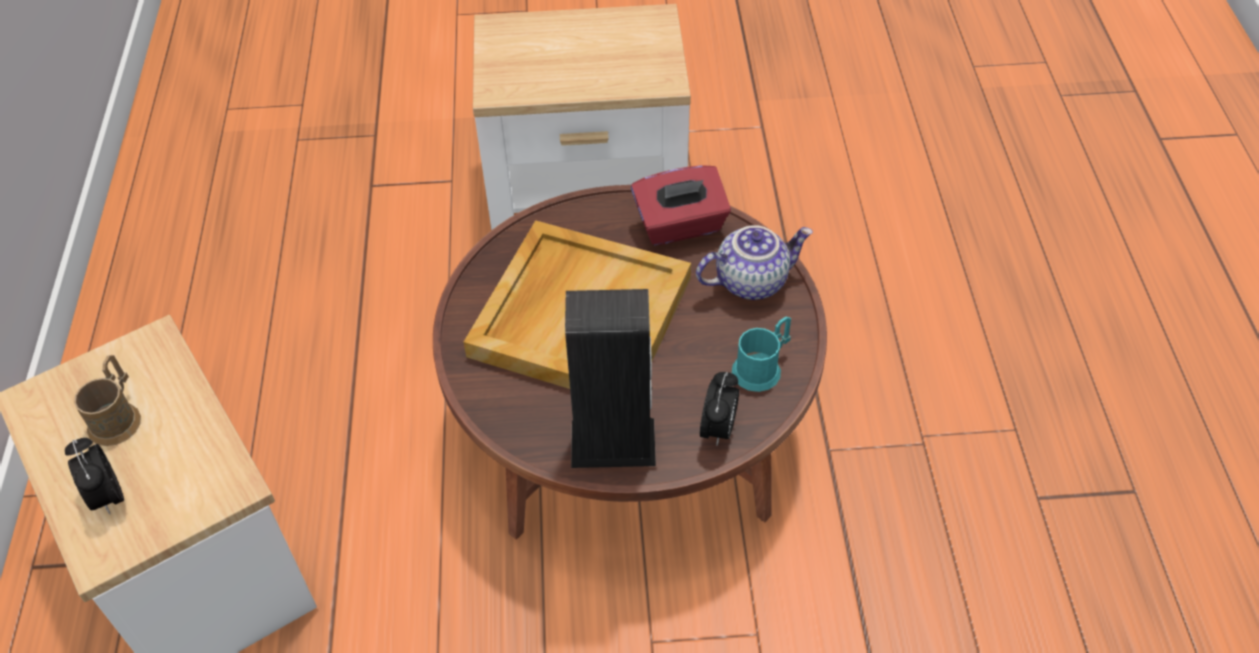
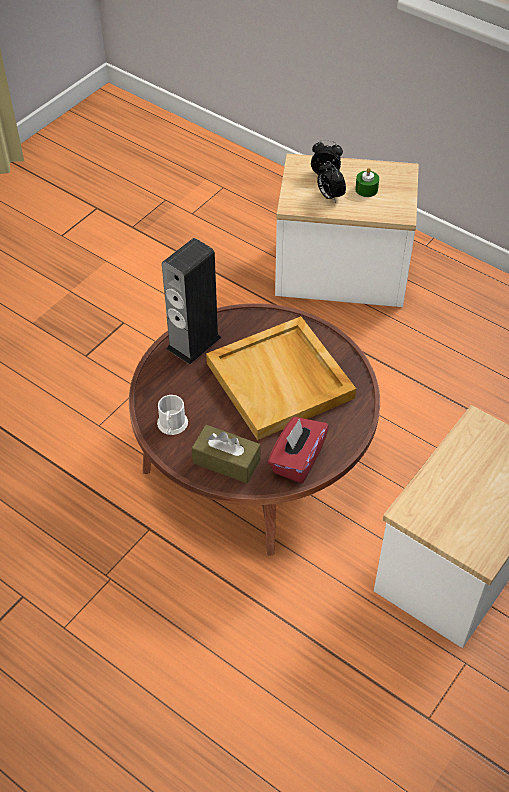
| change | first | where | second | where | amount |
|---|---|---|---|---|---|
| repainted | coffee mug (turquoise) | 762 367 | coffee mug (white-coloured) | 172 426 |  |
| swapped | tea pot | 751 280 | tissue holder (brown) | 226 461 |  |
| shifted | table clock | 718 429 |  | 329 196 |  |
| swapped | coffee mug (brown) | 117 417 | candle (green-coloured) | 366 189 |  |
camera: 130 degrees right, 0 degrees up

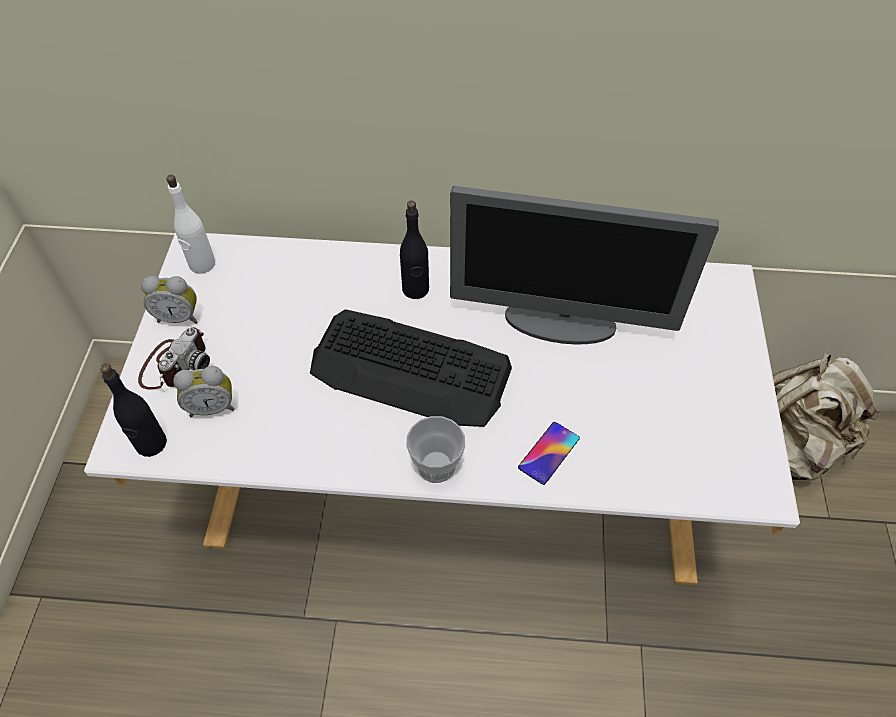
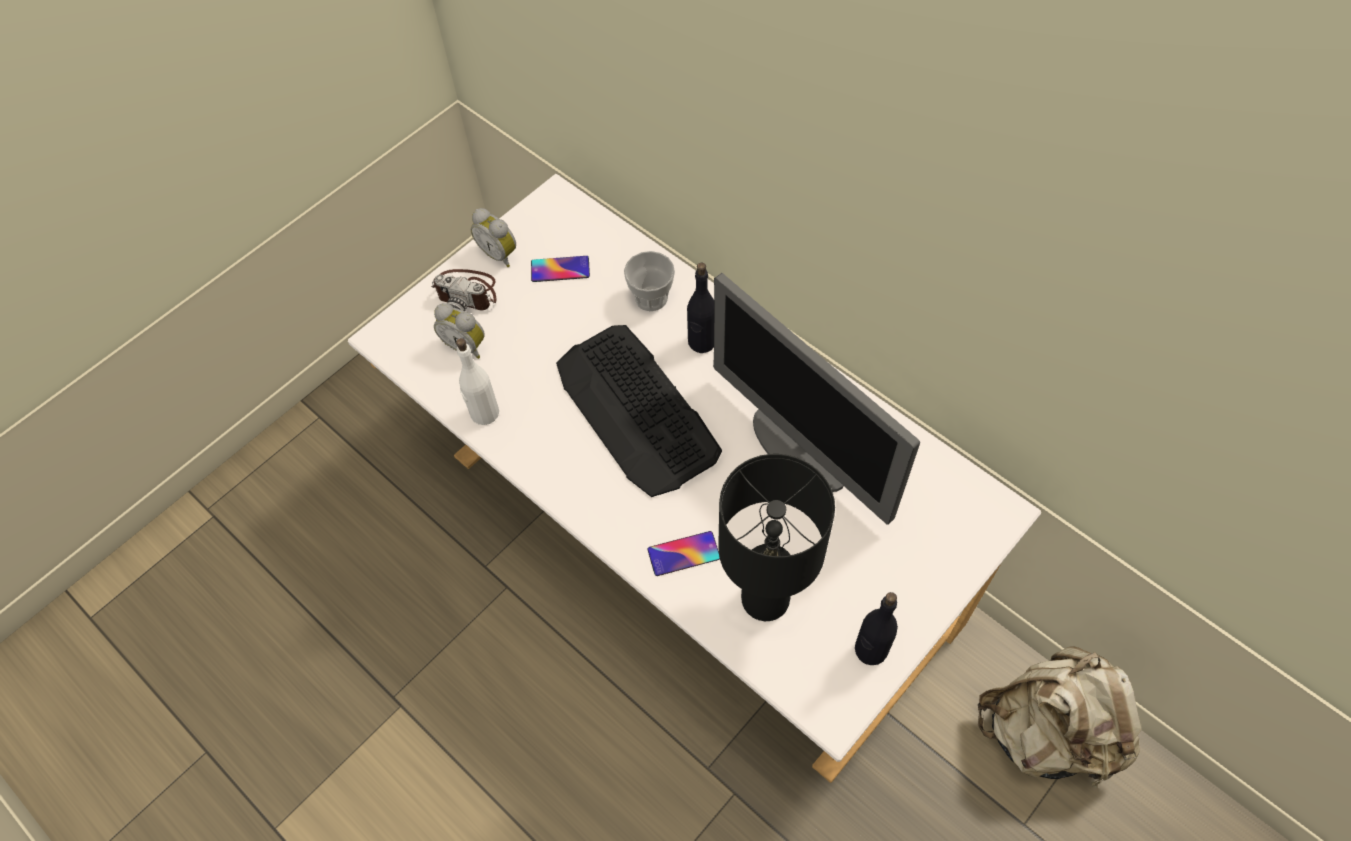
| change | first | where | second | where | amount |
|---|---|---|---|---|---|
| rotated | photo camera | 175 364 |  | 467 292 | 45 degrees clockwise |
| shifted | drink bottle (white-coloured) | 202 264 |  | 484 413 |  |
| new |  |  | phone | 560 269 |  |
| shifted | drinking cup | 436 466 |  | 651 298 |  |
| new |  |  | tabletop lamp (black) | 763 598 |  |
| shifted | drink bottle (black) | 151 444 |  | 870 650 |  |
camera: 40 degrees right, 5 degrees up

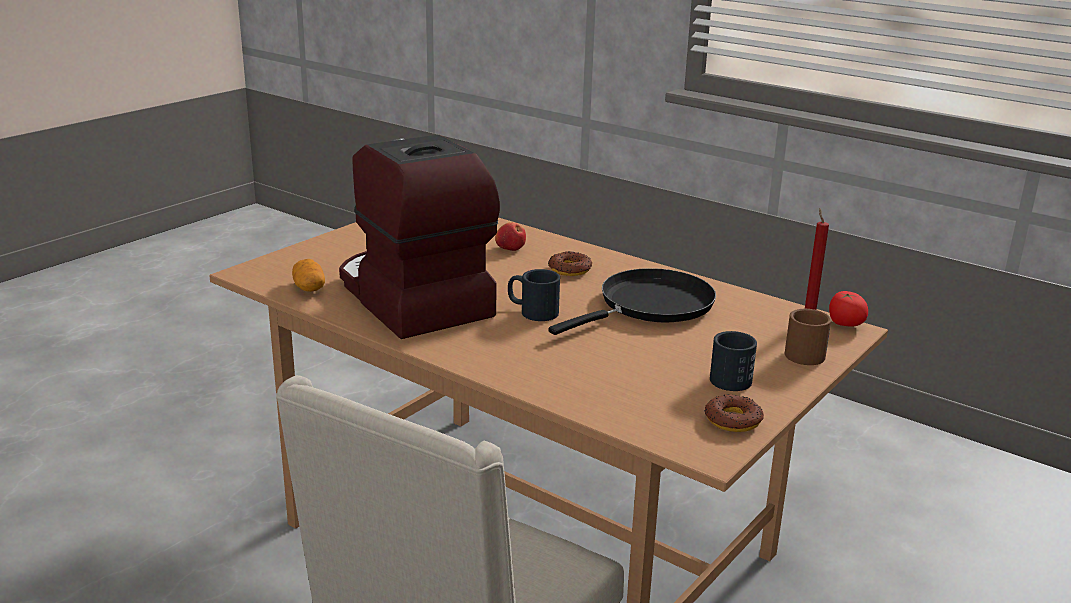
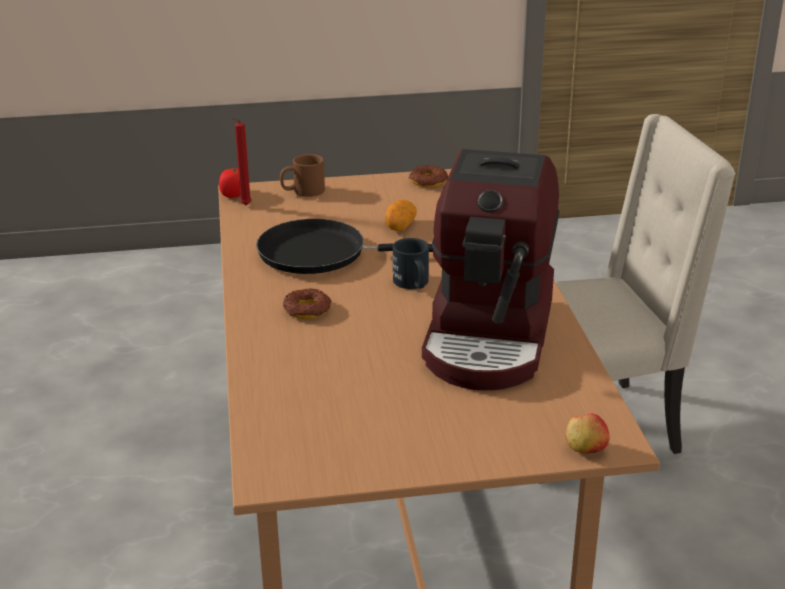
| change | first | where | second | where | amount |
|---|---|---|---|---|---|
| shifted | whole potato | 309 288 |  | 400 226 |  |
| shifted | apple fruit | 510 248 |  | 585 449 |  |
| gone | coffee mug (black) | 734 377 |  |  |  |
camera: 135 degrees left, 5 degrees up

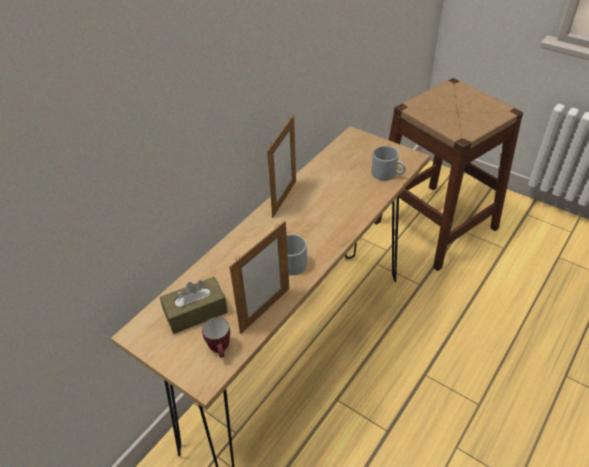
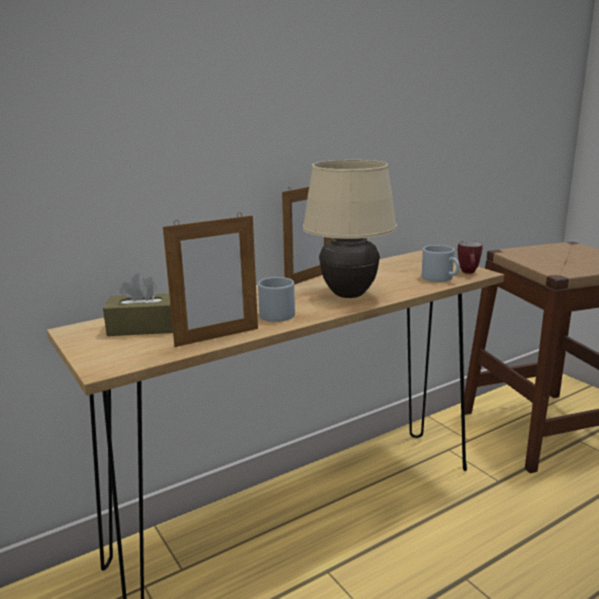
| change | first | where | second | where | amount |
|---|---|---|---|---|---|
| new |  |  | tabletop lamp (beige-coloured) | 348 295 |  |
| shifted | coffee mug | 221 350 |  | 469 273 |  |
camera: 20 degrees right, 25 degrees down

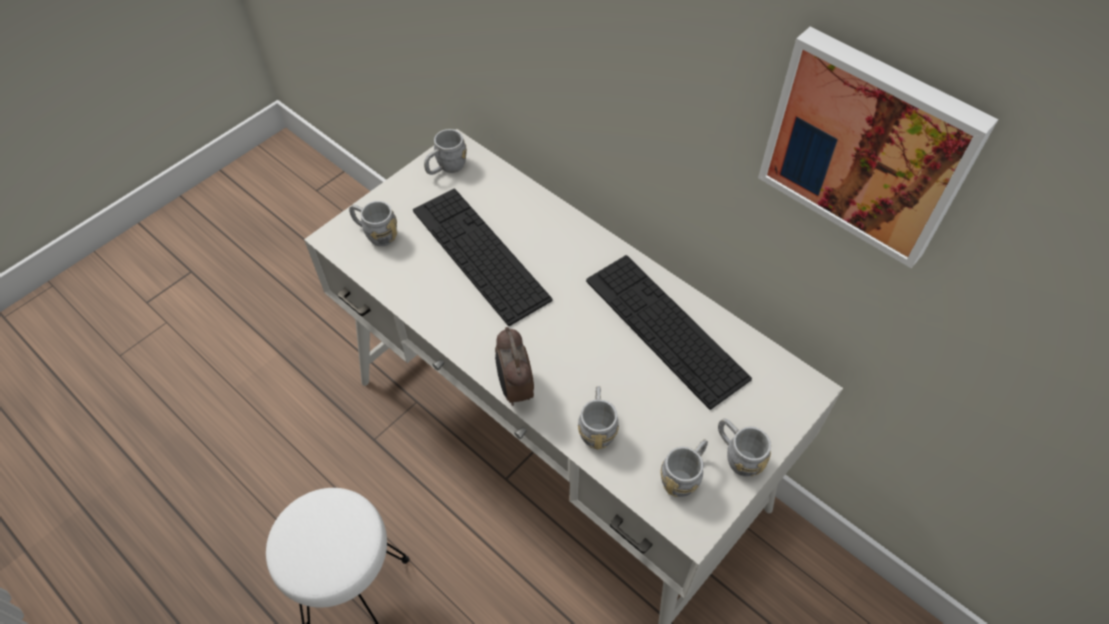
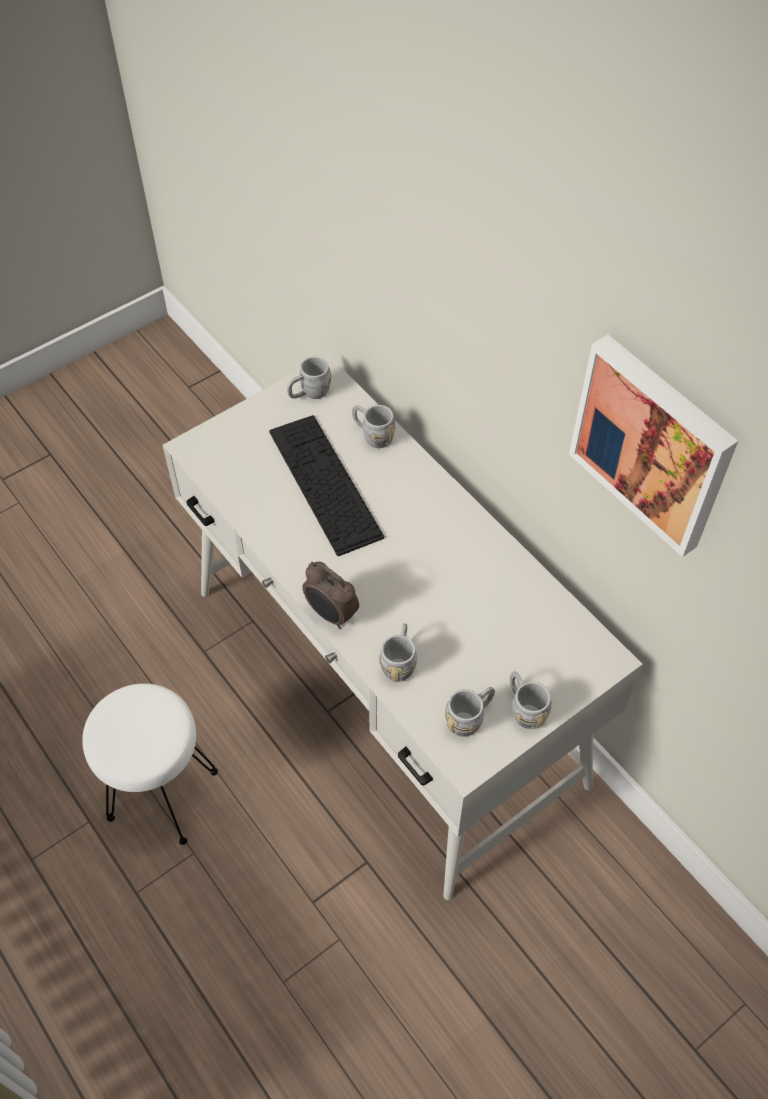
| change | first | where | second | where | amount |
|---|---|---|---|---|---|
| rotated | table clock | 514 388 |  | 331 615 | 45 degrees counterclockwise |
| shifted | coffee mug (greyish) | 376 234 |  | 372 435 |  |
| gone | PC keyboard | 665 328 |  |  |  |
camera: 10 degrees right, 0 degrees up

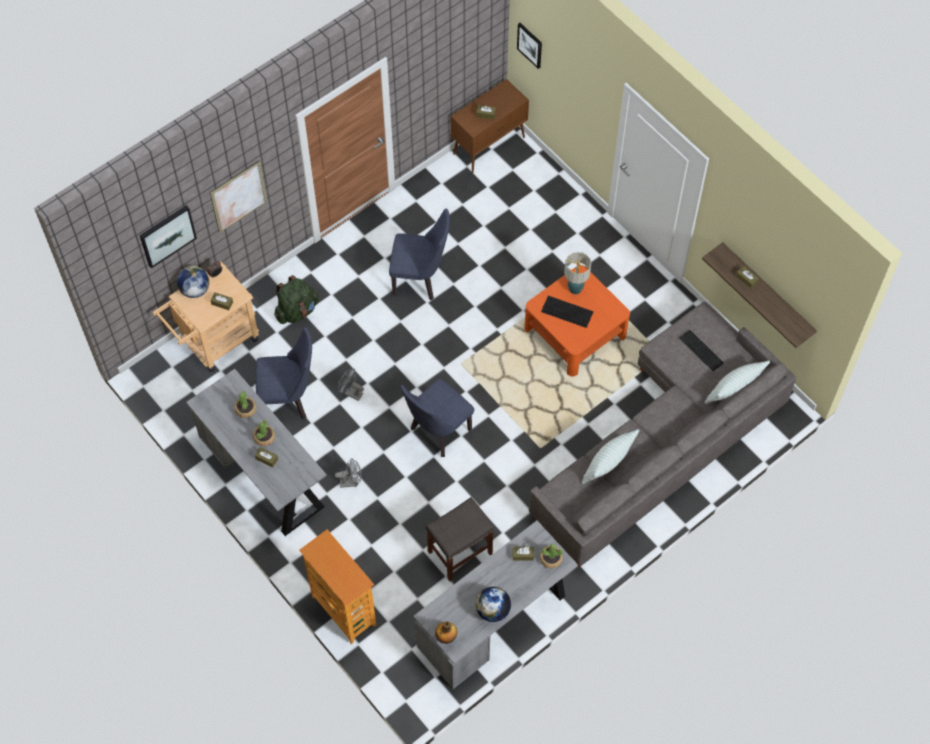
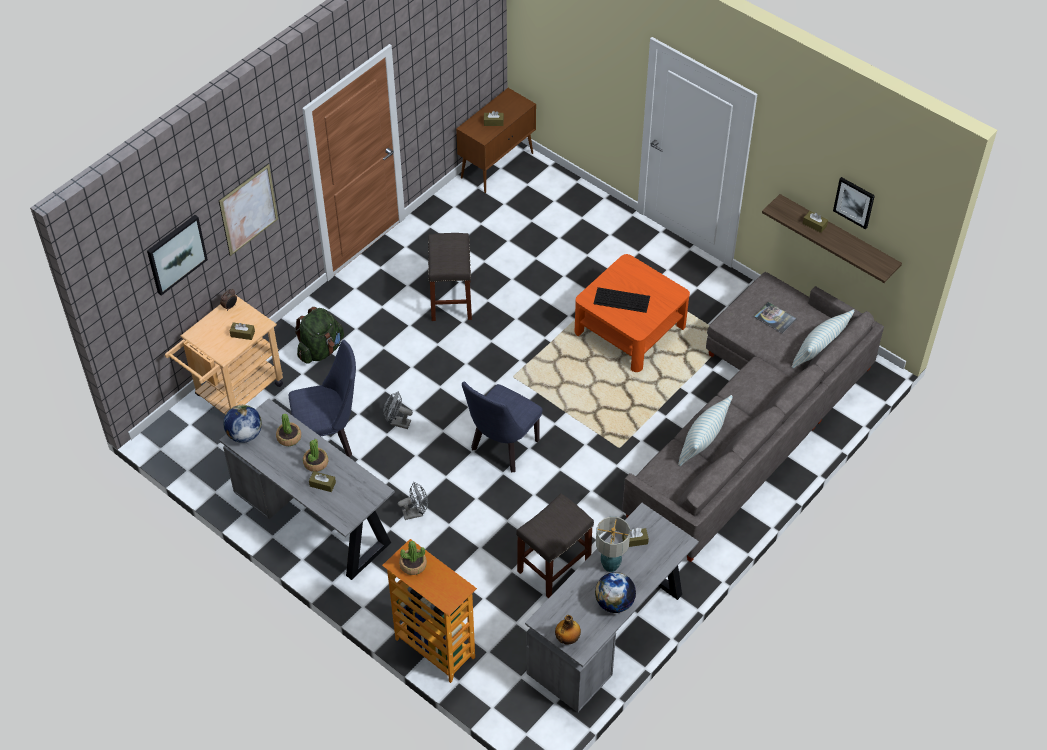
| change | first | where | second | where | amount |
|---|---|---|---|---|---|
| shifted | desk globe | 195 290 |  | 244 434 |  |
| shifted | houseplant | 550 558 |  | 413 565 |  |
| swapped | chair (blue-coloured) | 421 279 | sitting stool (greyish) | 451 301 |  |
| shifted | tabletop lamp | 575 289 |  | 610 565 |  |
| swapped | PC keyboard | 701 351 | volume | 774 318 |  |
| shifted | wall picture | 530 45 |  | 854 202 |  |
camera: 10 degrees left, 10 degrees down

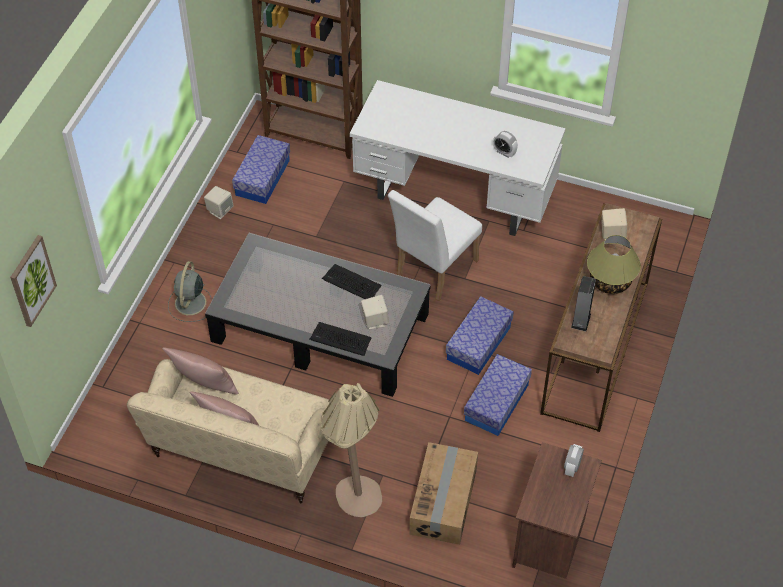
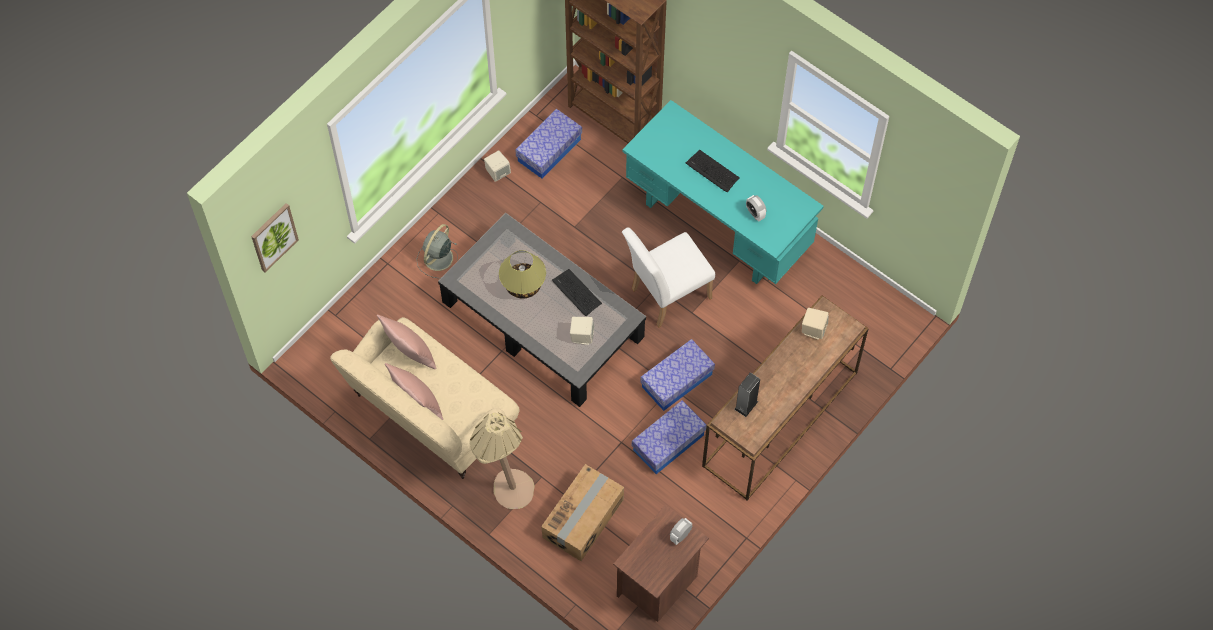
| change | first | where | second | where | amount |
|---|---|---|---|---|---|
| shifted | tabletop lamp | 610 282 |  | 523 285 |  |
| repainted | desk (white-coloured) | 455 196 | desk (turquoise) | 718 226 |  |
| shifted | PC keyboard | 340 339 |  | 712 171 |  |
camera: 20 degrees right, 10 degrees up

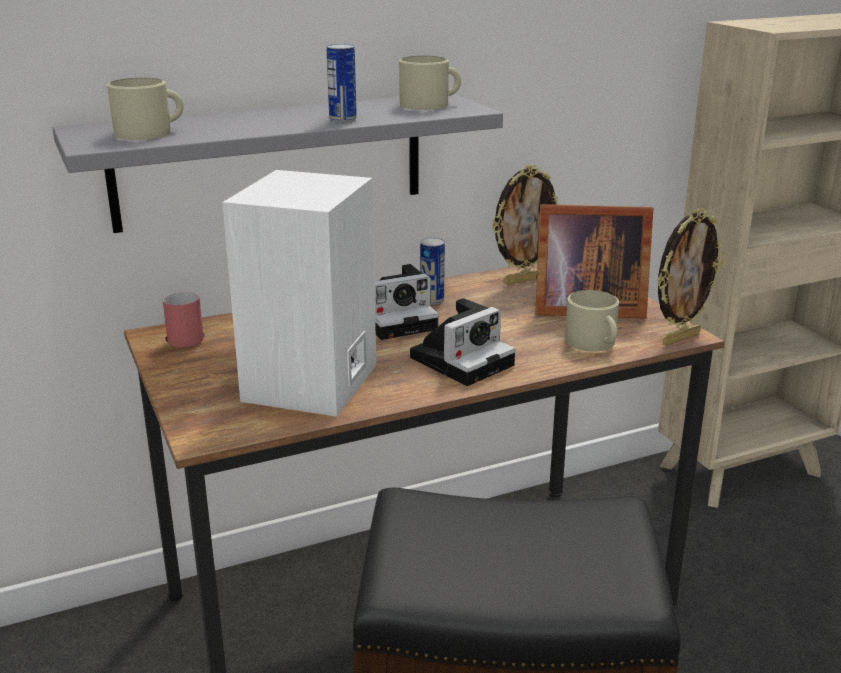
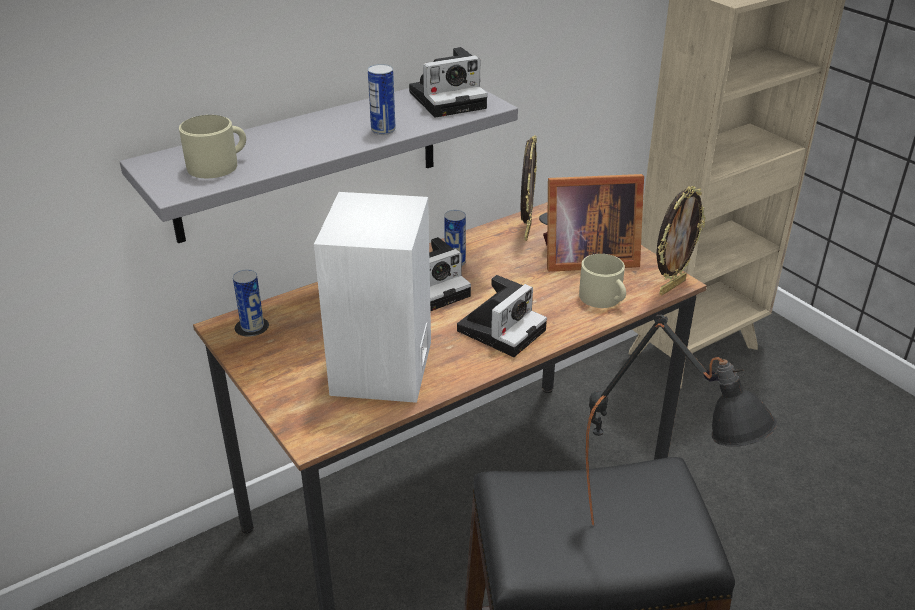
| change | first | where | second | where | amount |
|---|---|---|---|---|---|
| swapped | coffee mug (reddish) | 185 336 | can | 252 326 |  |
| swapped | coffee mug (beige-coloured) | 430 104 | photo camera | 450 99 |  |
| rotated | standing frame | 523 280 |  | 526 231 | 45 degrees counterclockwise |
| new |  |  | tabletop lamp (black) | 654 539 |  |
camera: 10 degrees left, 10 degrees up

